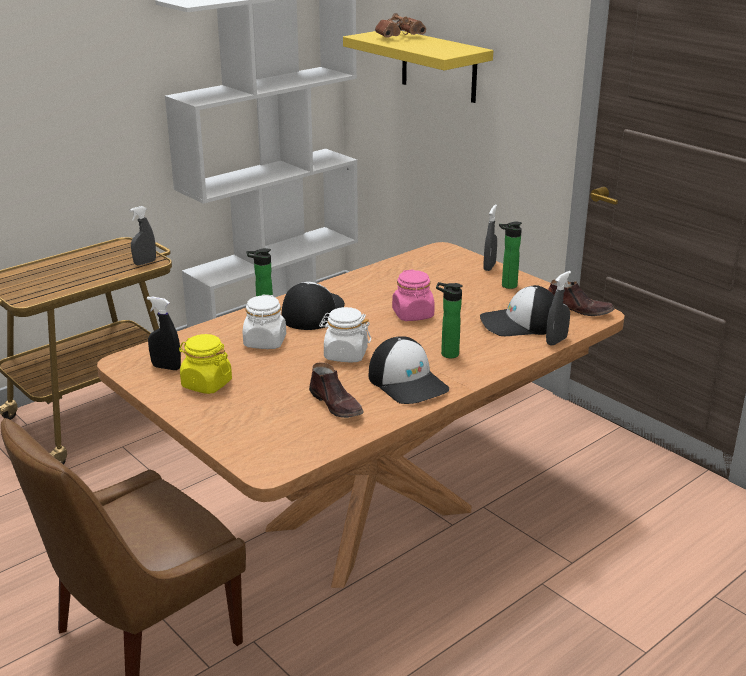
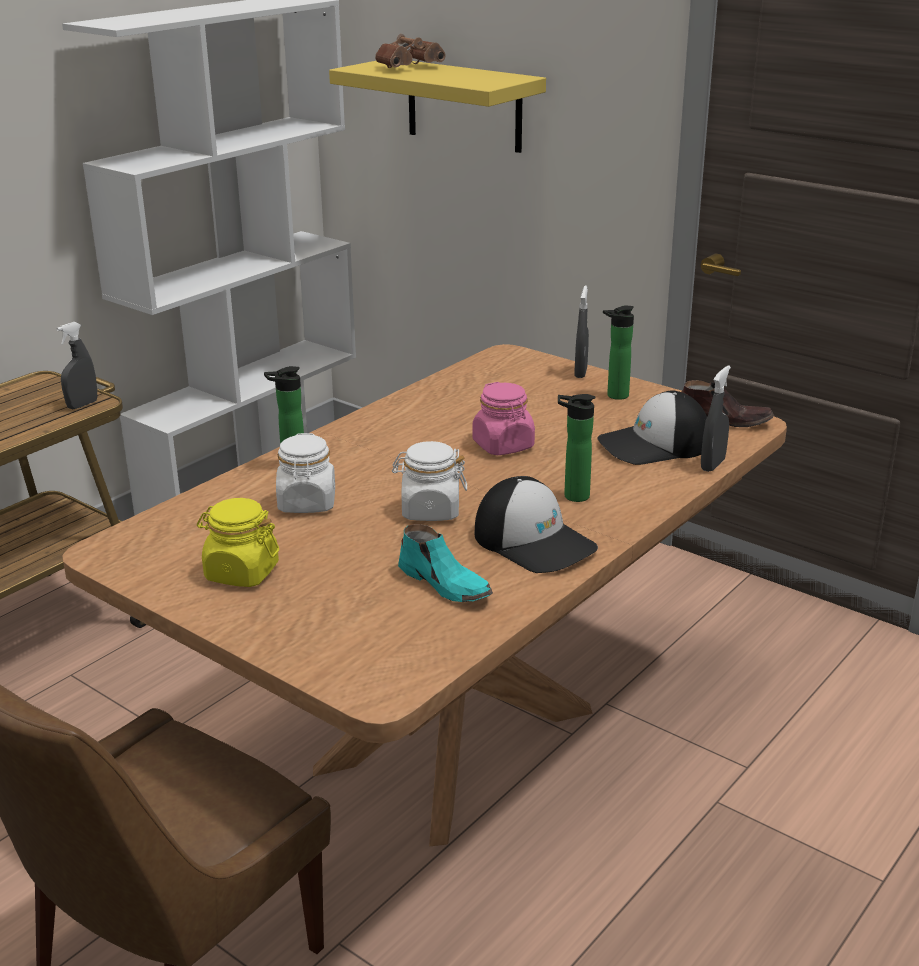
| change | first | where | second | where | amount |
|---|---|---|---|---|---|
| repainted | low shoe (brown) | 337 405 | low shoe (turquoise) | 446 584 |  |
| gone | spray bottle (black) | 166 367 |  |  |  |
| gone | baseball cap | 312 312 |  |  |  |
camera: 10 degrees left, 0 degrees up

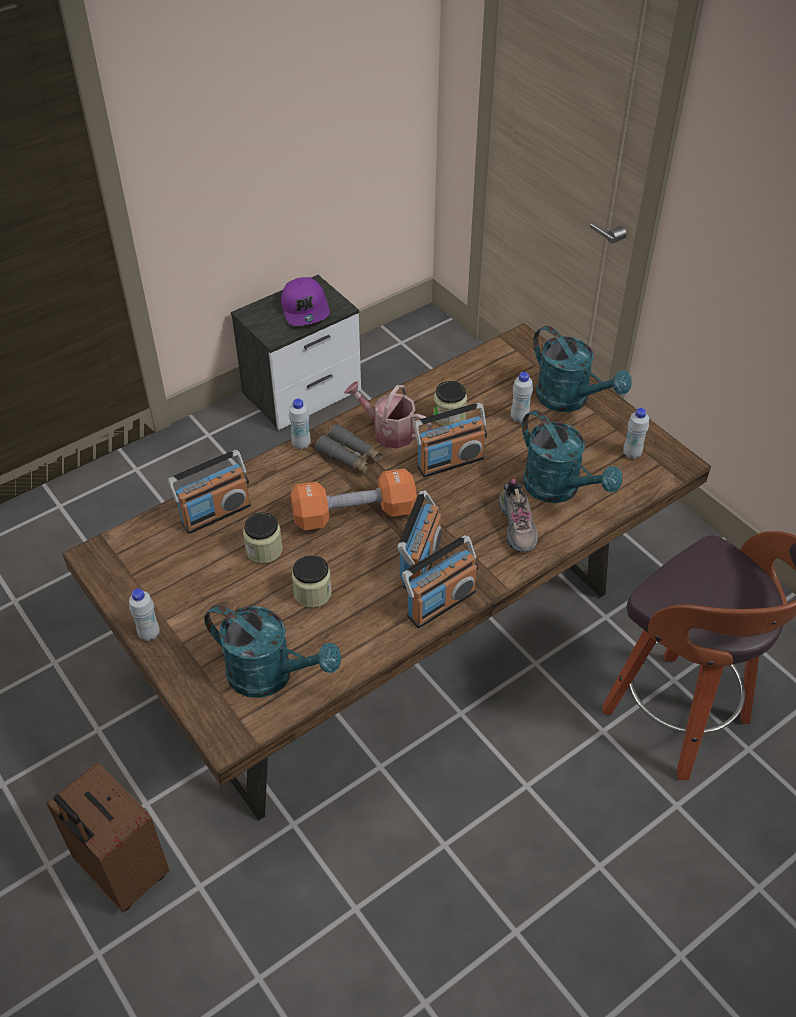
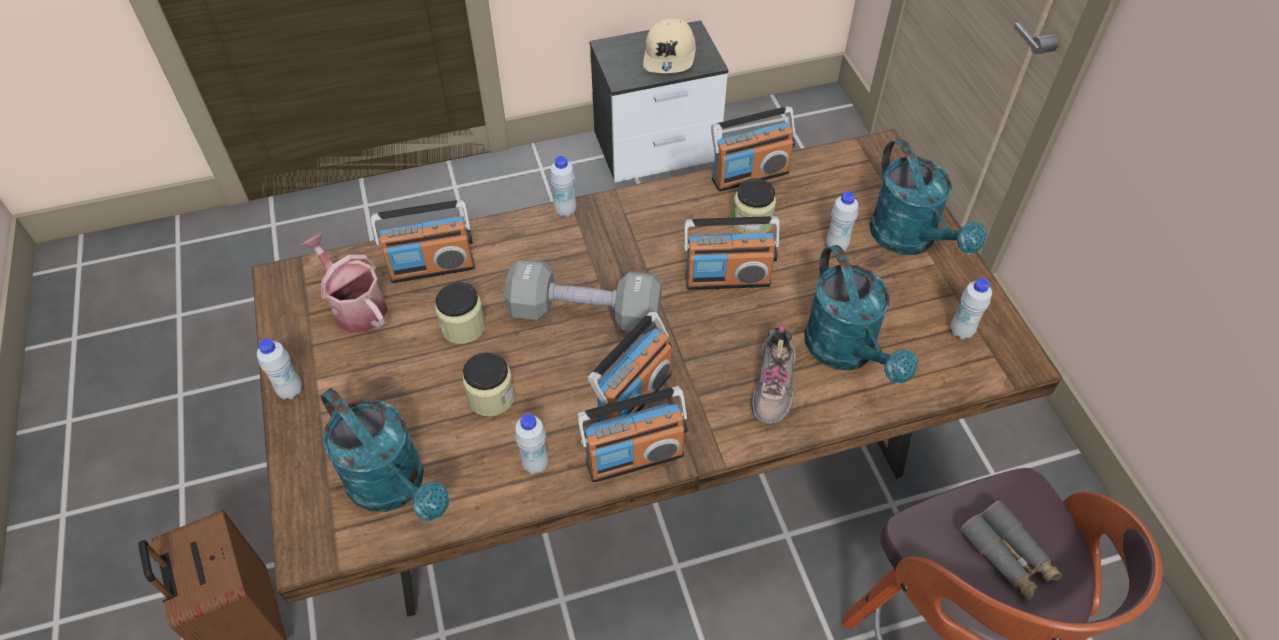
| change | first | where | second | where | amount |
|---|---|---|---|---|---|
| shifted | sprinkling can | 388 432 |  | 355 306 |  |
| repainted | free weight (orangey) | 354 514 | free weight (greyish) | 585 312 |  |
| new |  |  | drink bottle (white-coloured) | 535 464 |  |
| repainted | baseball cap (purple) | 306 309 | baseball cap (beige-coloured) | 670 56 |  |
| new |  |  | radio set | 749 175 |  |
| shifted | pair of binoculars (greyish) | 350 456 |  | 1008 556 |  |
camera: 20 degrees right, 5 degrees up

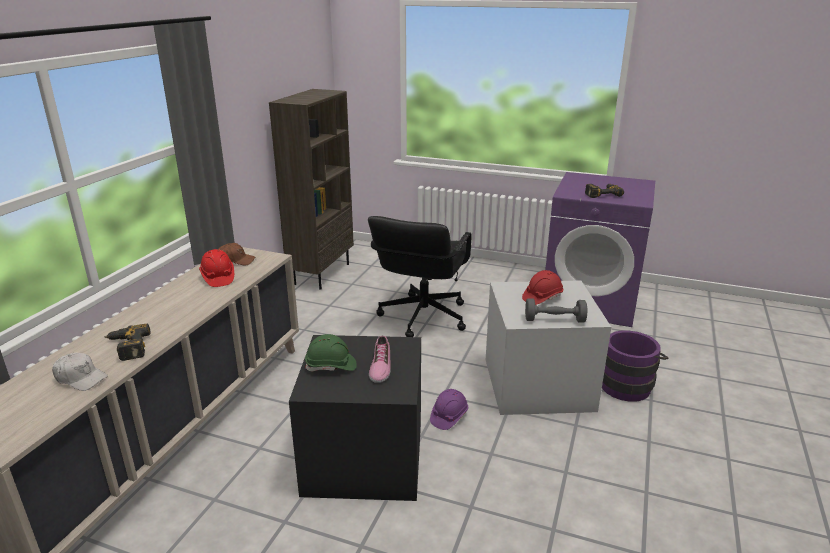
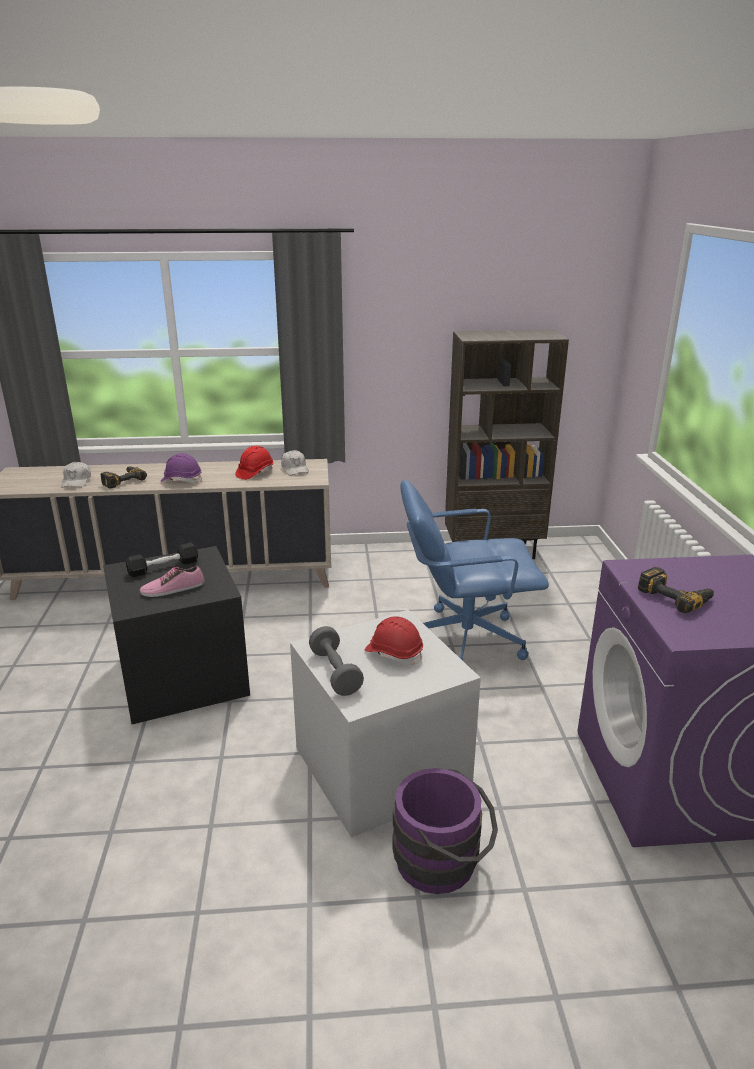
| change | first | where | second | where | amount |
|---|---|---|---|---|---|
| swapped | safety helmet (green-coloured) | 331 366 | free weight (black) | 163 567 |  |
| shifted | safety helmet (purple) | 448 416 |  | 181 480 |  |
| repainted | baseball cap (brown) | 236 260 | baseball cap (white-coloured) | 295 469 |  |
| repainted | computer chair (black) | 422 317 | computer chair (blue-coloured) | 464 639 |  |
camera: 65 degrees right, 0 degrees up

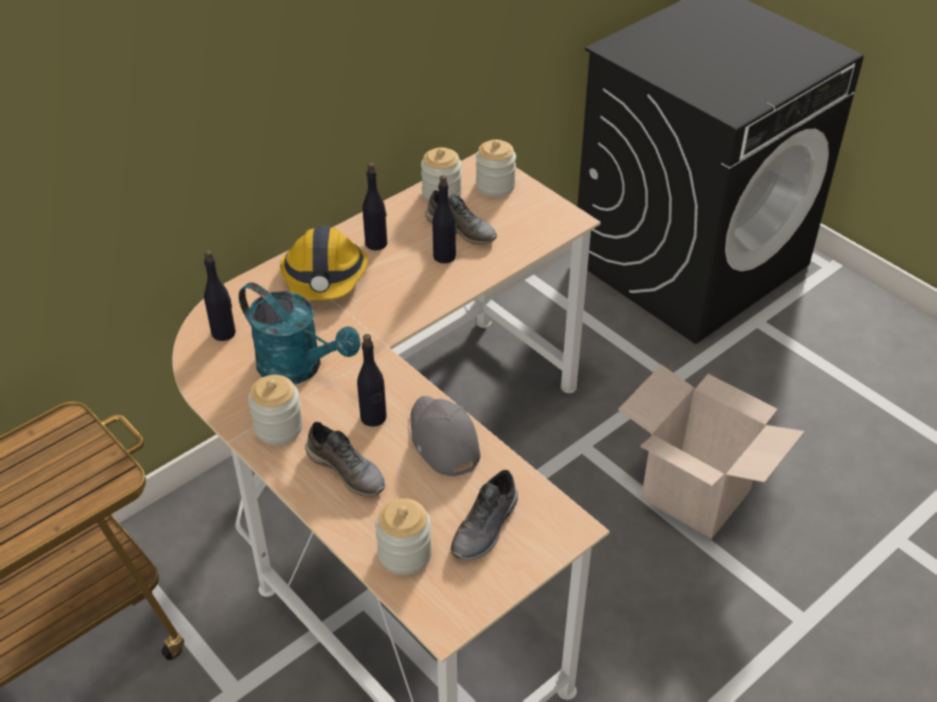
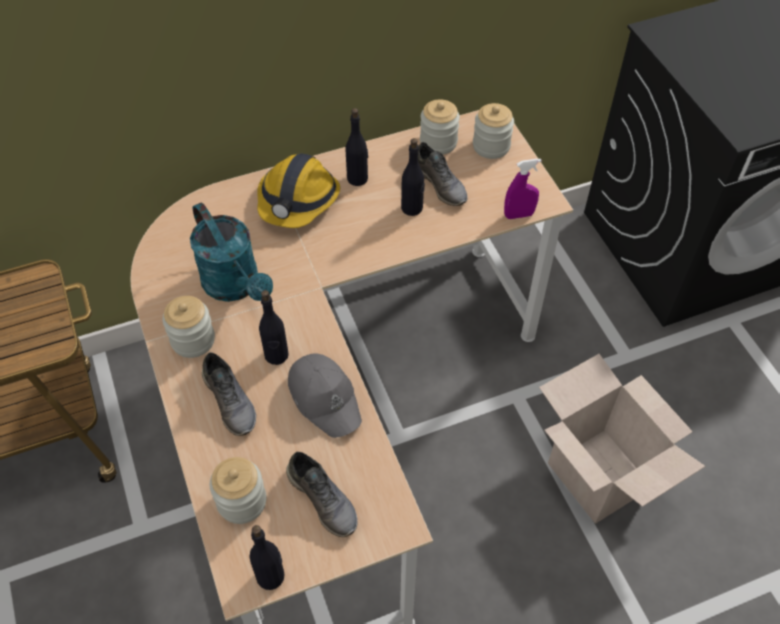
| change | first | where | second | where | amount |
|---|---|---|---|---|---|
| shifted | drink bottle (black) | 224 333 |  | 271 576 |  |
| rotated | low shoe (greyish) | 486 527 |  | 324 499 | 90 degrees counterclockwise |
| rotated | baseball cap (greyish) | 442 441 |  | 325 398 | 150 degrees clockwise |
| new |  |  | spray bottle (purple) | 519 215 |  |
camera: 20 degrees right, 10 degrees up

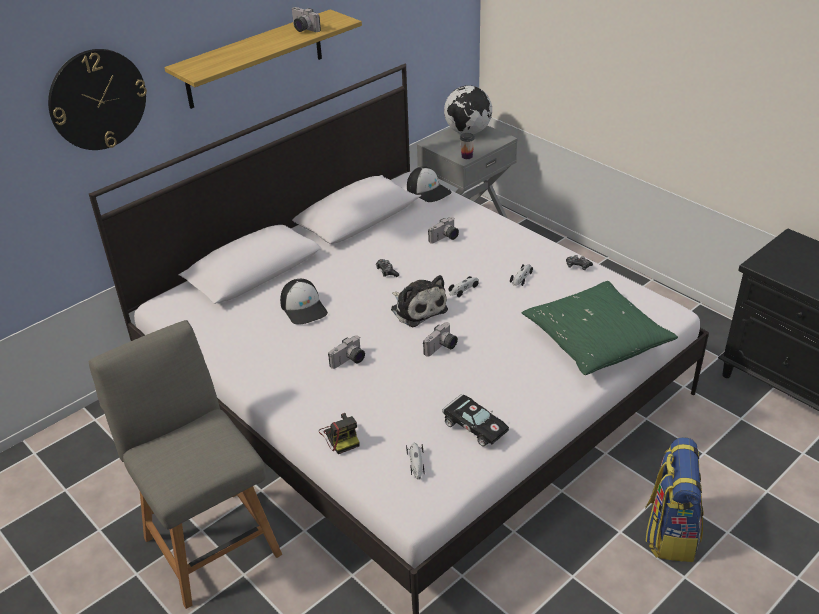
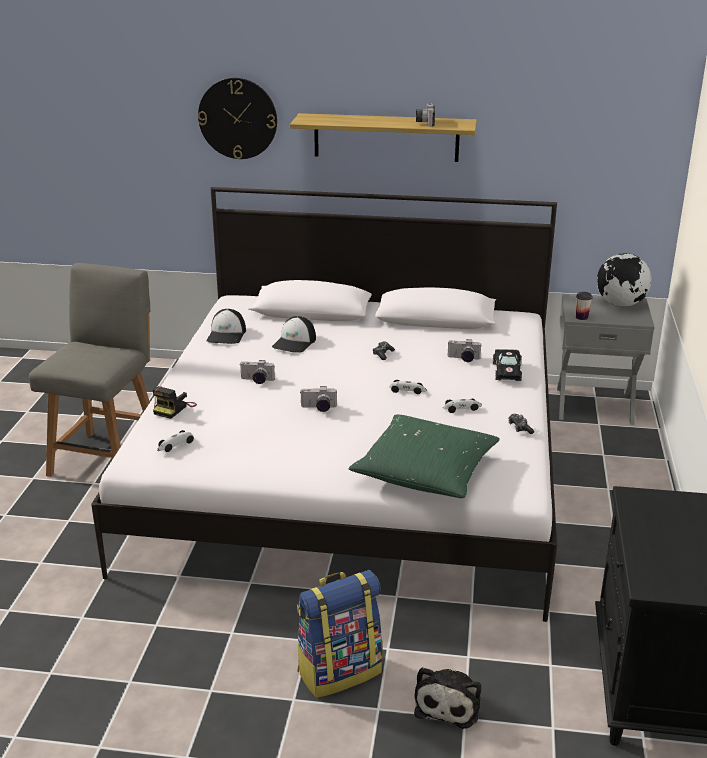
| change | first | where | second | where | amount |
|---|---|---|---|---|---|
| shifted | baseball cap | 428 190 |  | 227 335 |  |
| shifted | cuddly toy | 417 308 |  | 449 703 |  |
| shifted | miniature car (black) | 473 426 |  | 507 371 |  |
camera: 50 degrees right, 10 degrees down

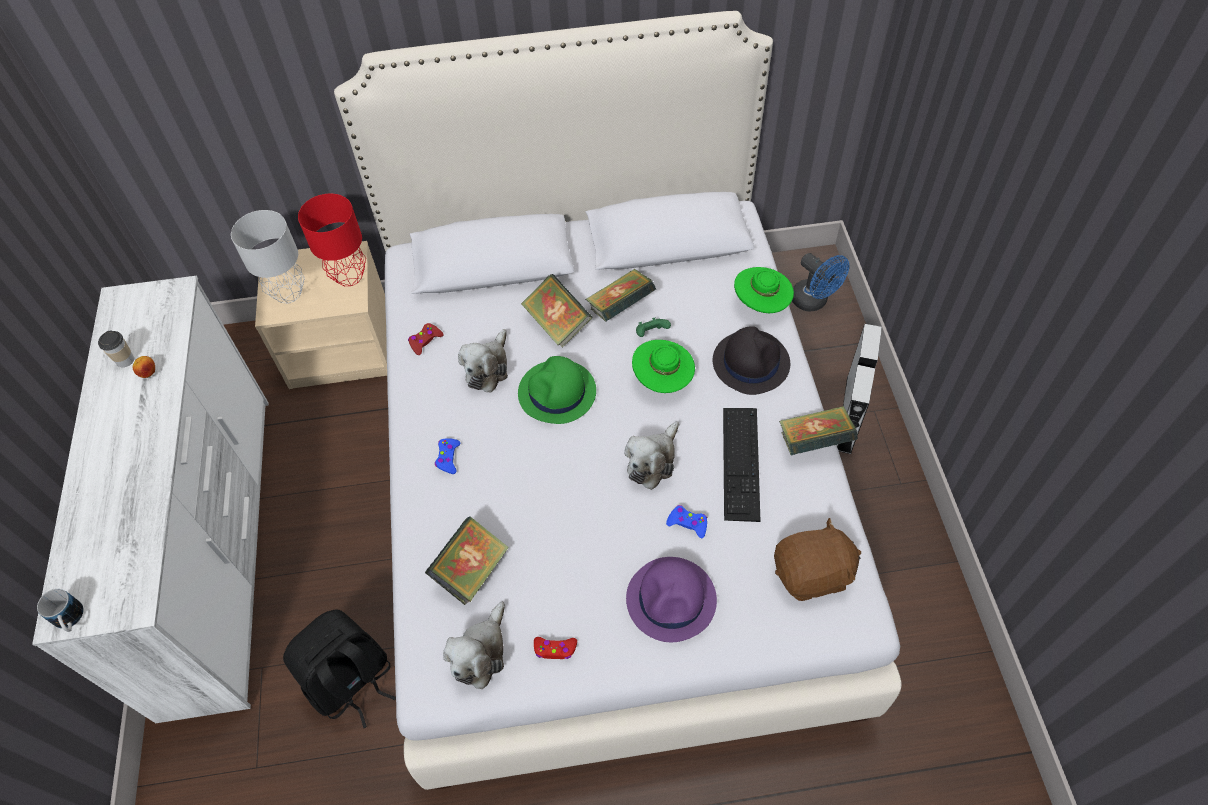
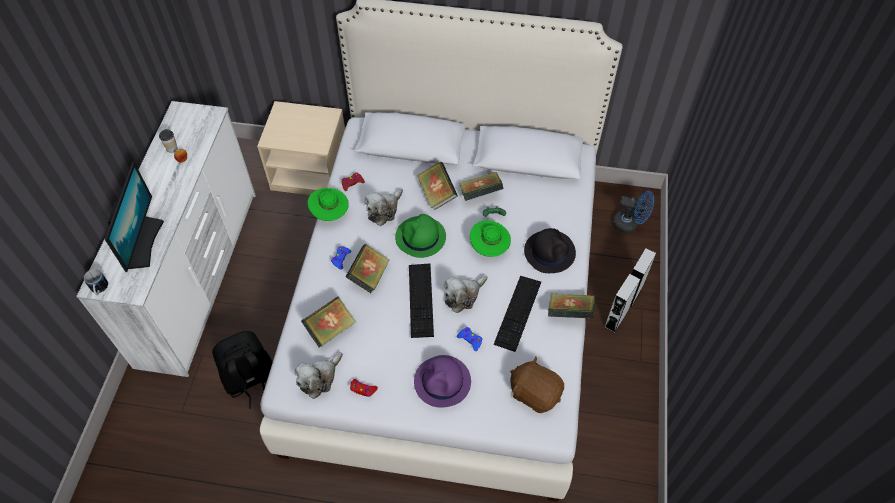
| change | first | where | second | where | amount |
|---|---|---|---|---|---|
| new |  |  | monitor | 143 243 |  |
| shifted | wearable hat (green-coloured) | 761 304 |  | 330 213 |  |
| new |  |  | volume | 369 276 |  |
| new |  |  | PC keyboard | 421 300 |  |
| rotated | cuddly toy (brown) | 812 574 |  | 535 393 | 150 degrees counterclockwise |
| rotated | cooling fan (blue-coloured) | 813 301 |  | 629 224 | 45 degrees counterclockwise |
| gone | tabletop lamp (greyish) | 289 293 |  |  |  |
| gone | tabletop lamp (reddish) | 348 276 |  |  |  |
camera: 15 degrees right, 0 degrees up

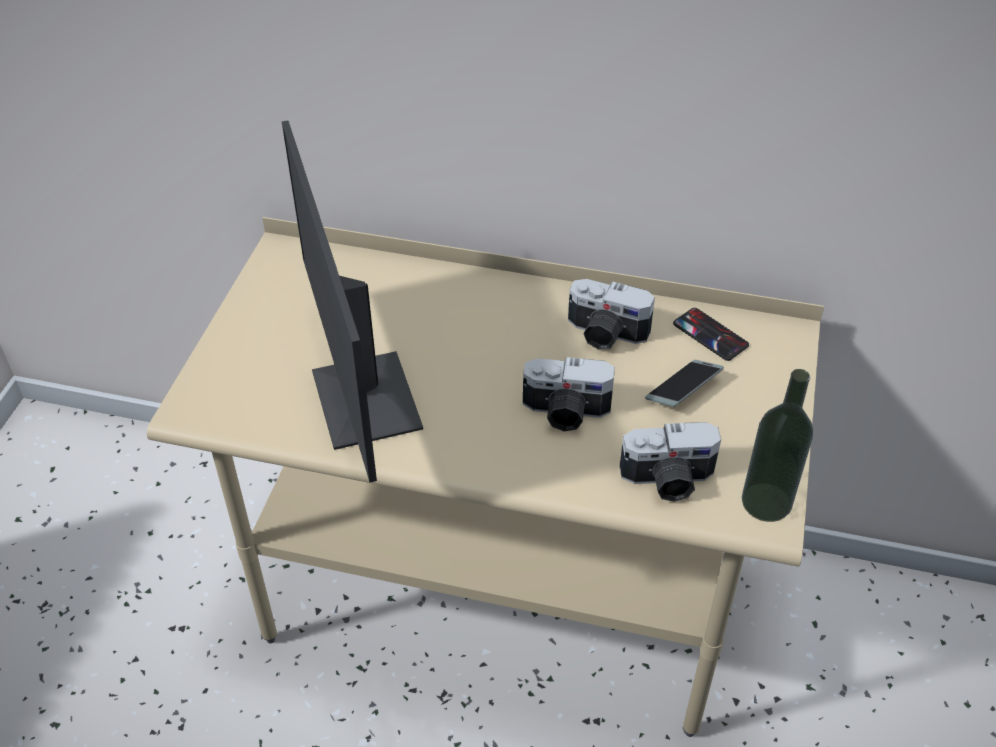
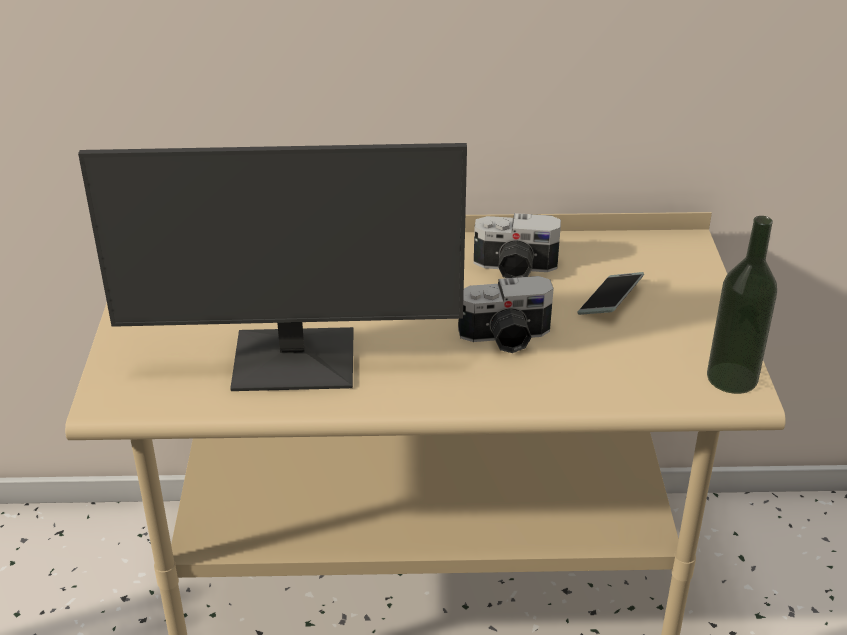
| change | first | where | second | where | amount |
|---|---|---|---|---|---|
| rotated | monitor | 362 401 |  | 294 362 | 60 degrees counterclockwise |
| gone | photo camera | 668 481 |  |  |  |
| gone | phone | 710 334 |  |  |  |
camera: 15 degrees left, 10 degrees down

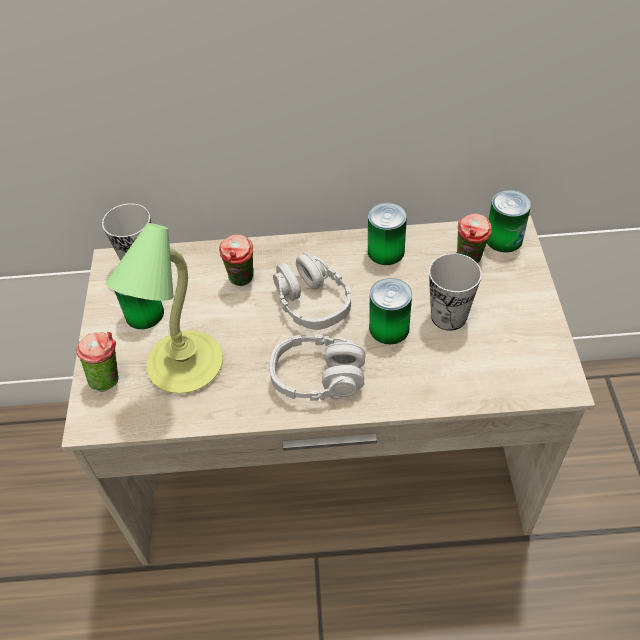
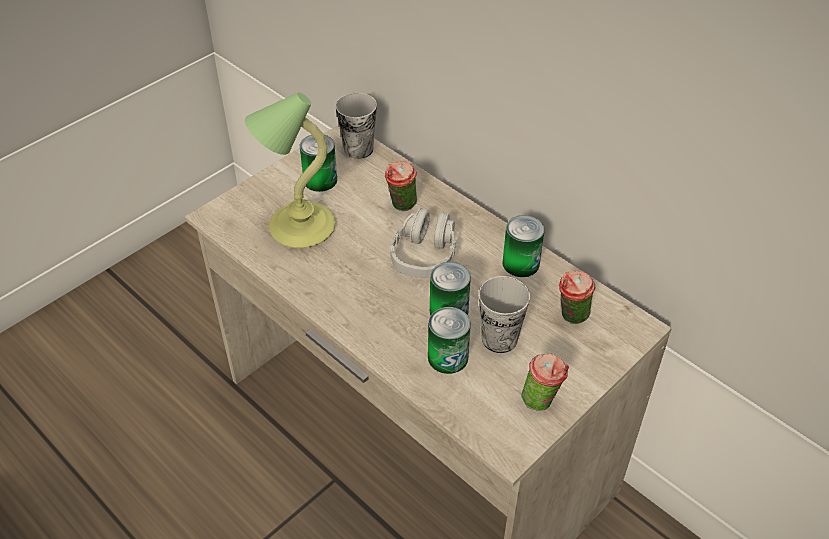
| change | first | where | second | where | amount |
|---|---|---|---|---|---|
| shifted | can | 503 239 |  | 448 357 |  |
| shifted | drinking cup | 109 378 |  | 542 401 |  |
| gone | headphones (greyish) | 318 377 |  |  |  |
camera: 45 degrees right, 5 degrees down

